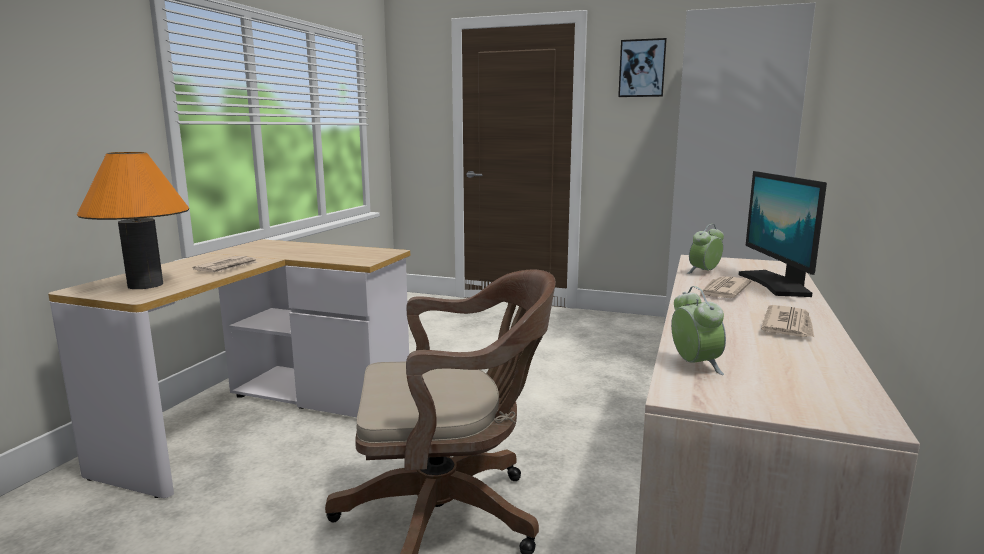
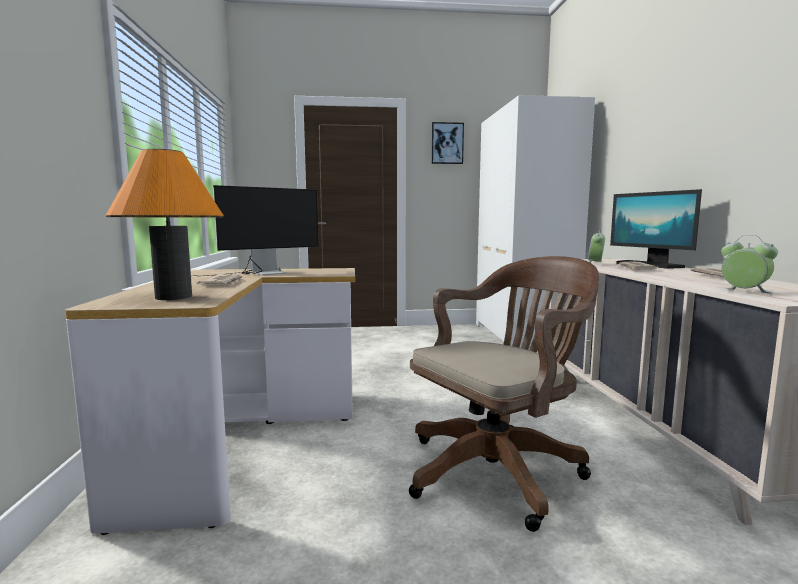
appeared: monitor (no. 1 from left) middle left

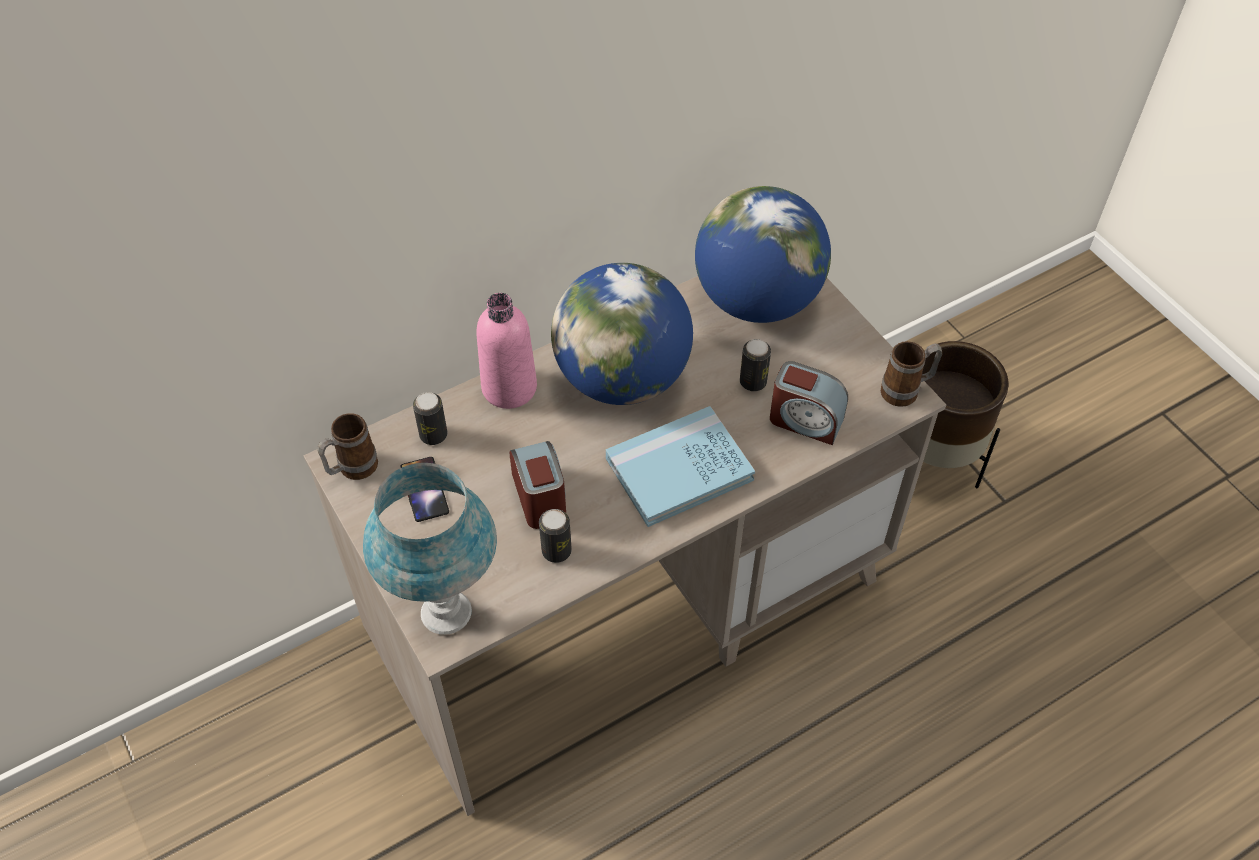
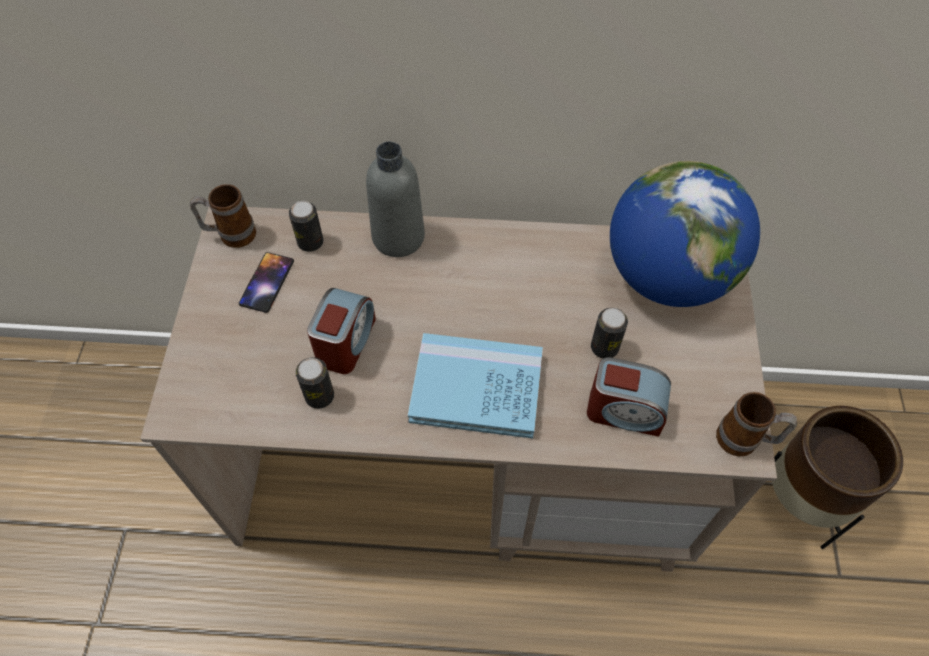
missing: bluish_lamp_for_a_table centre; world_globe (no. 1 from left) centre
colour: pink-coloured_bottle centre to grey_bottle top centre
spun: table_clock (no. 2 from left) centre = middle right 45 degrees counterclockwise

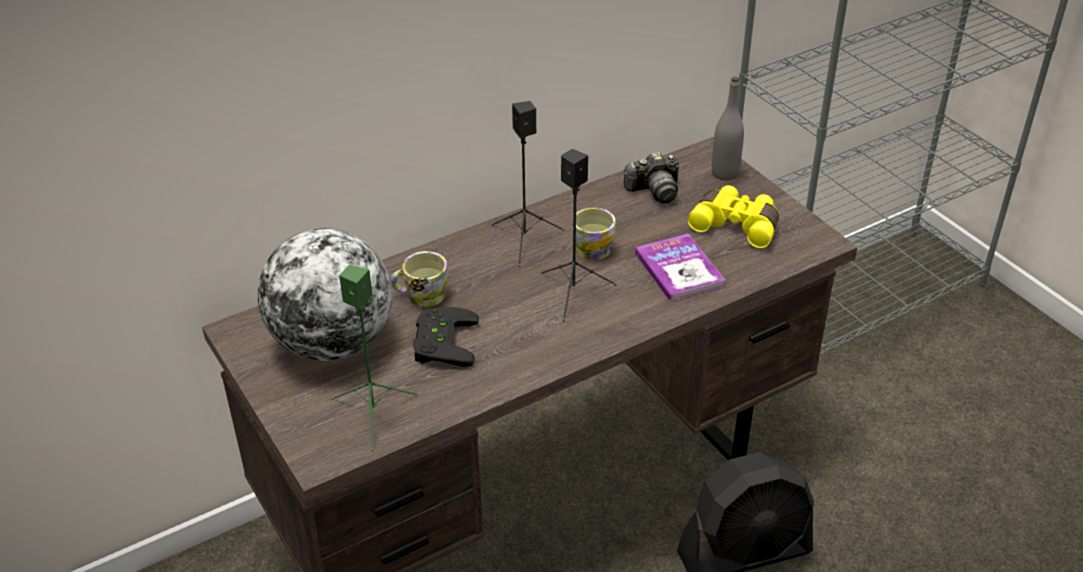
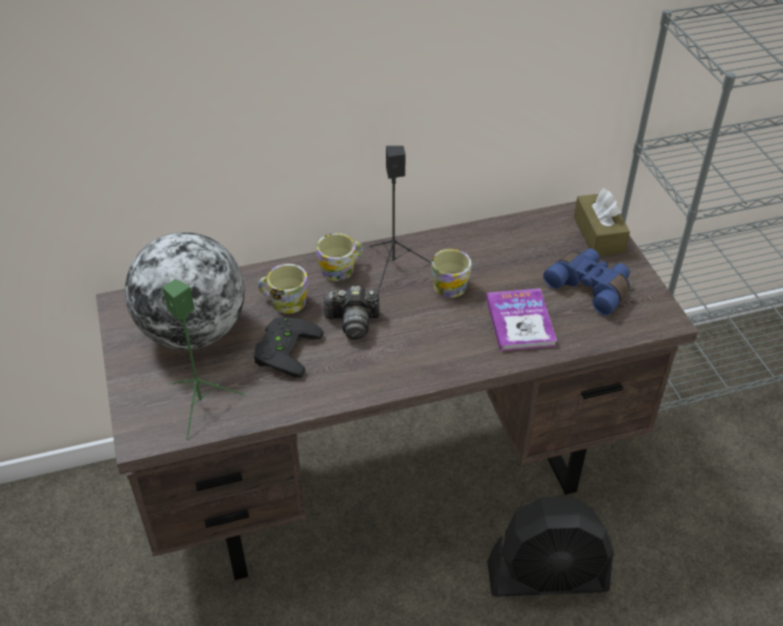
missing: black-coloured_speaker (no. 2 from left) centre
appeared: tea_mug (no. 2 from left) centre
relocated: photo_camera top centre to centre
exchanged: grey_bottle top right to brown-coloured_tissue_holder middle right
colour: yellow-coloured_pair_of_binoculars middle right to bluish_pair_of_binoculars middle right

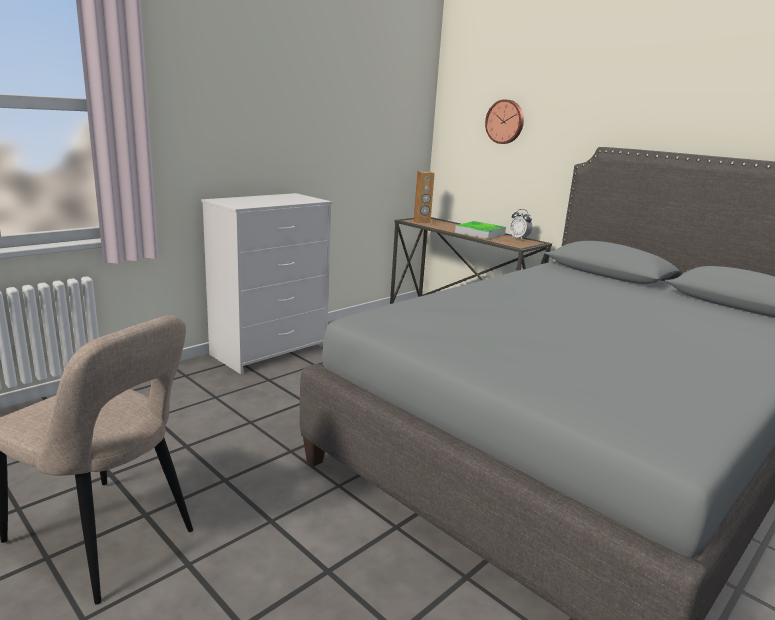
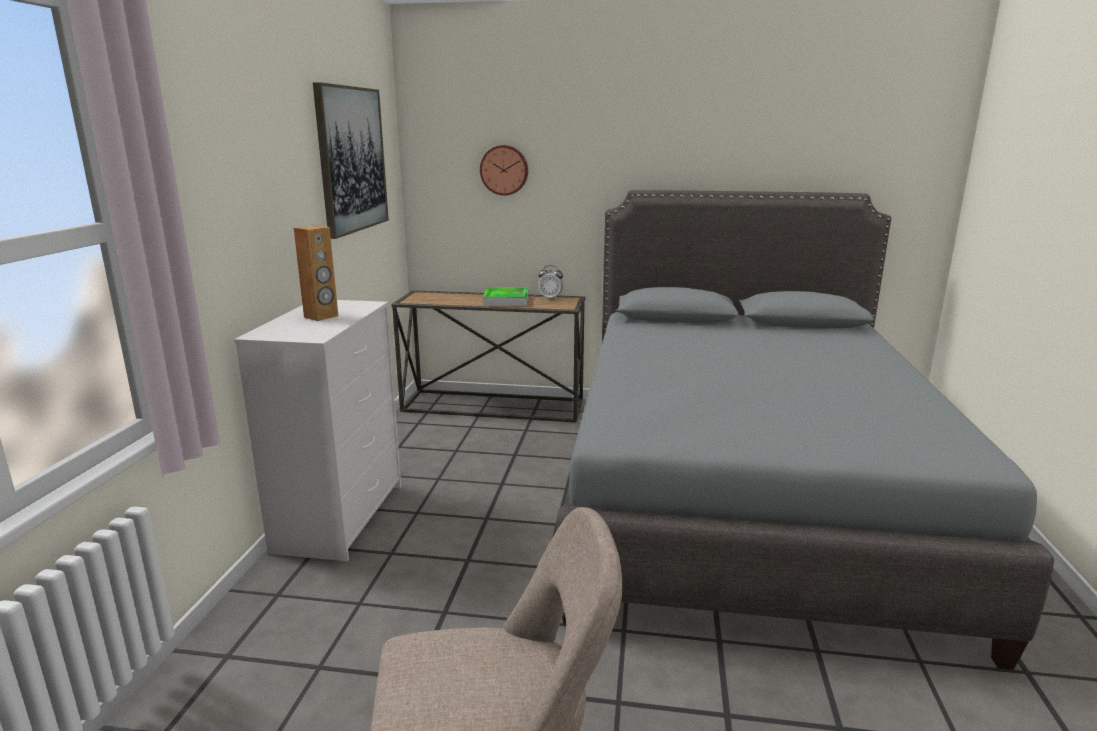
appeared: wall_picture top left
relocated: brown-coloured_speaker top centre to middle left

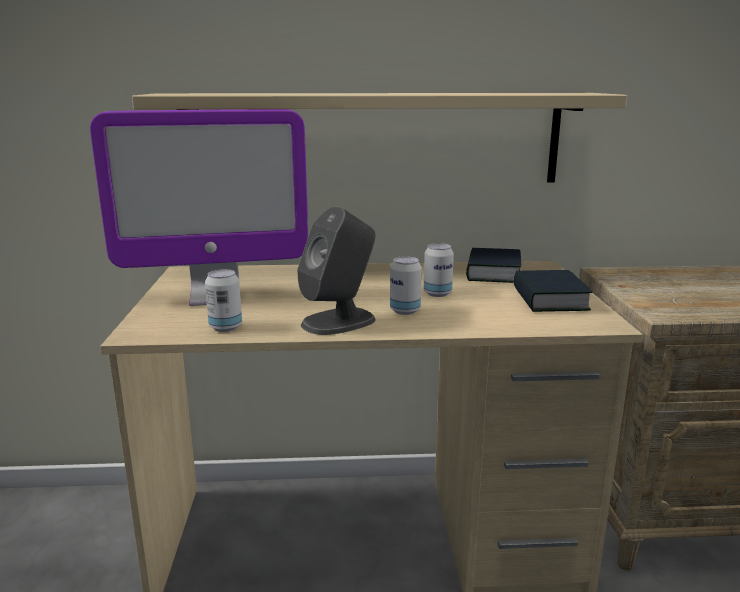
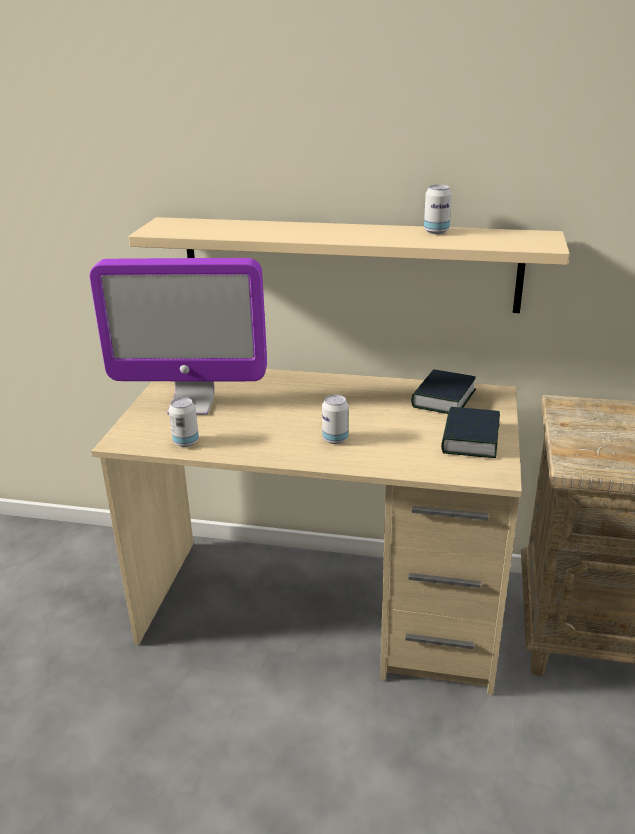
missing: grey_speaker centre
relocated: sealed_can (no. 3 from left) centre to top right

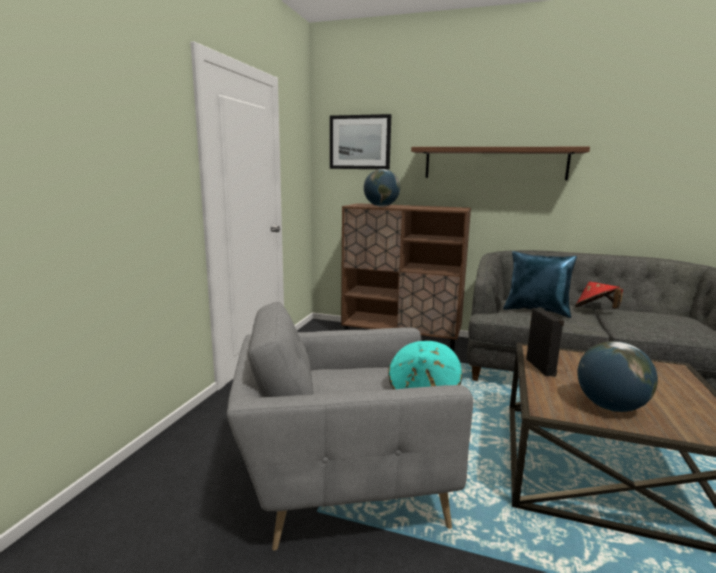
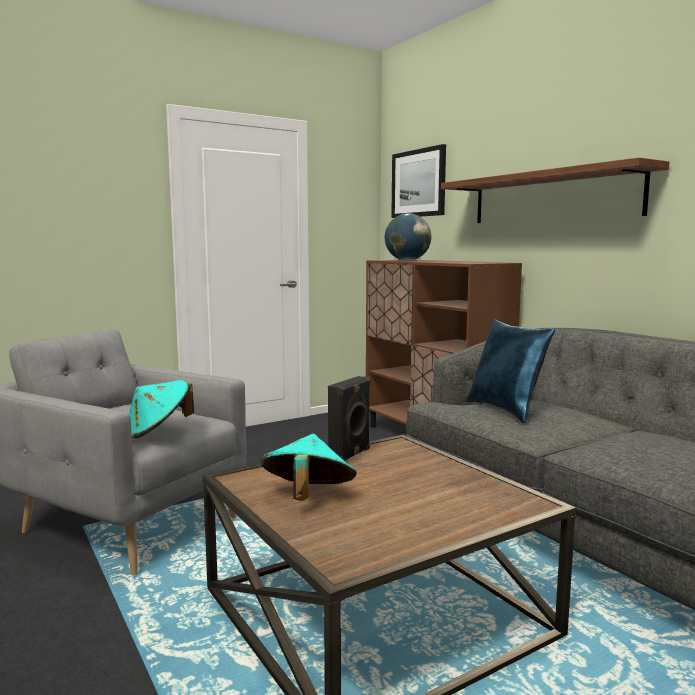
missing: red_hat middle right
exchanged: world_globe (no. 2 from left) middle right to blue-green_hat (no. 2 from left) bottom centre

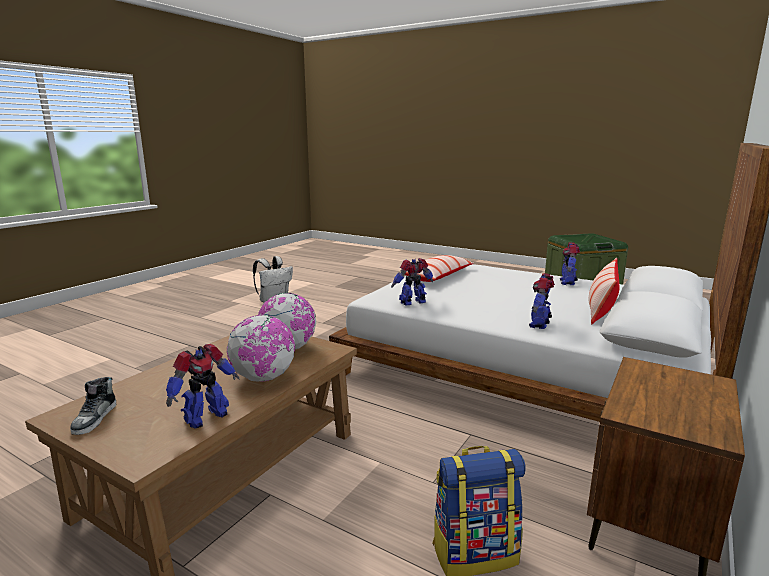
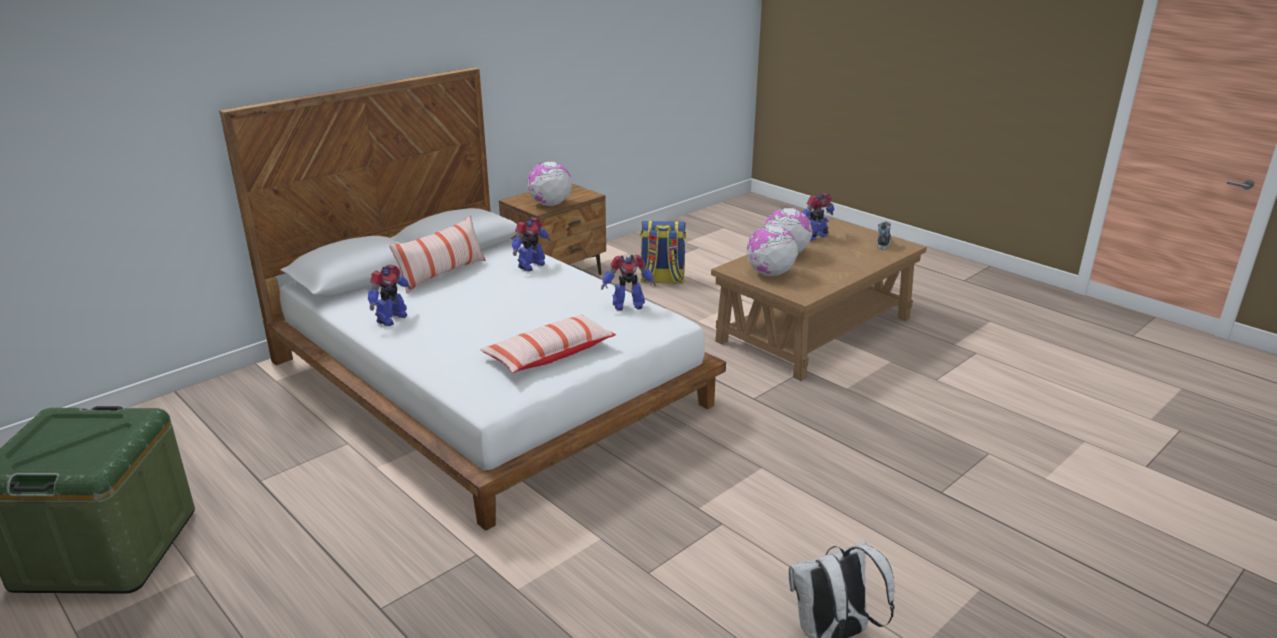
appeared: world_globe (no. 1 from left) top centre

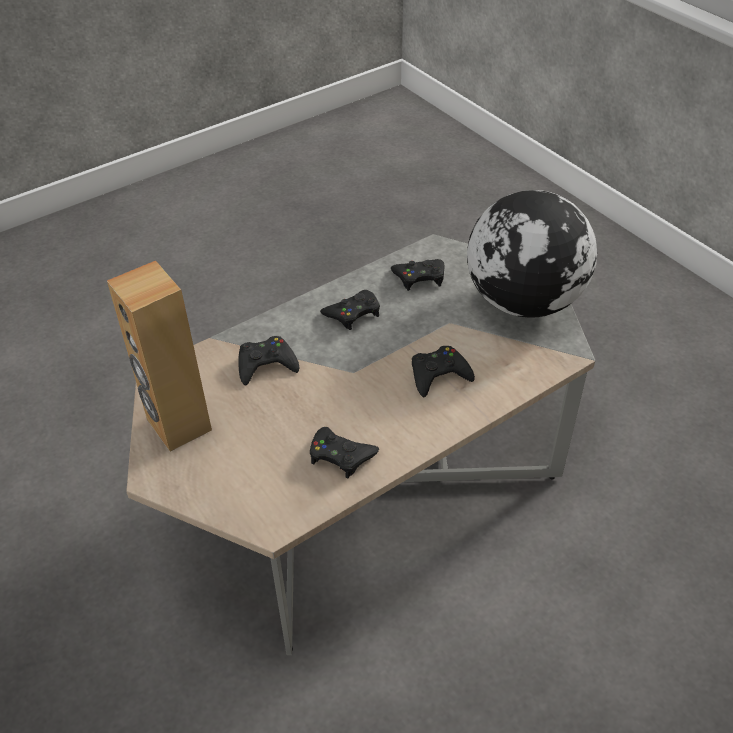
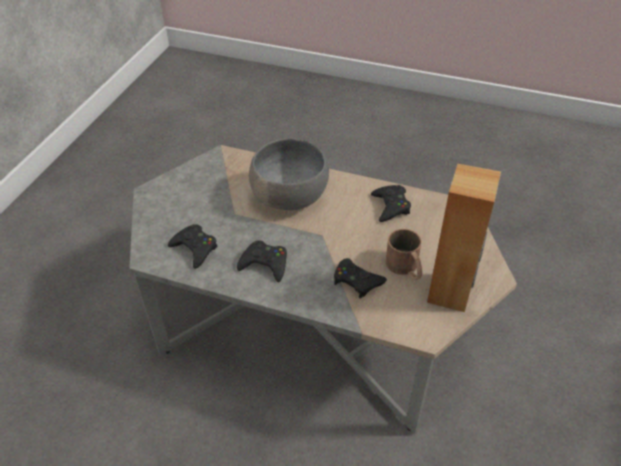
missing: world_globe middle right
appeared: brown-coloured_tea_mug centre
exchanged: black-coloured_gamepad (no. 5 from left) centre to grey_deep_dish centre

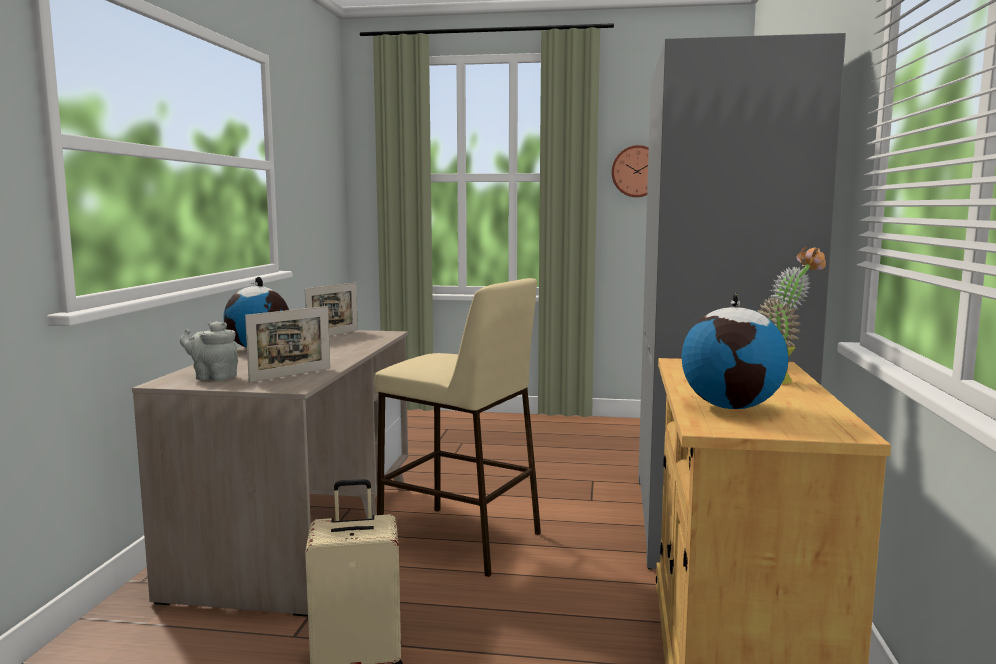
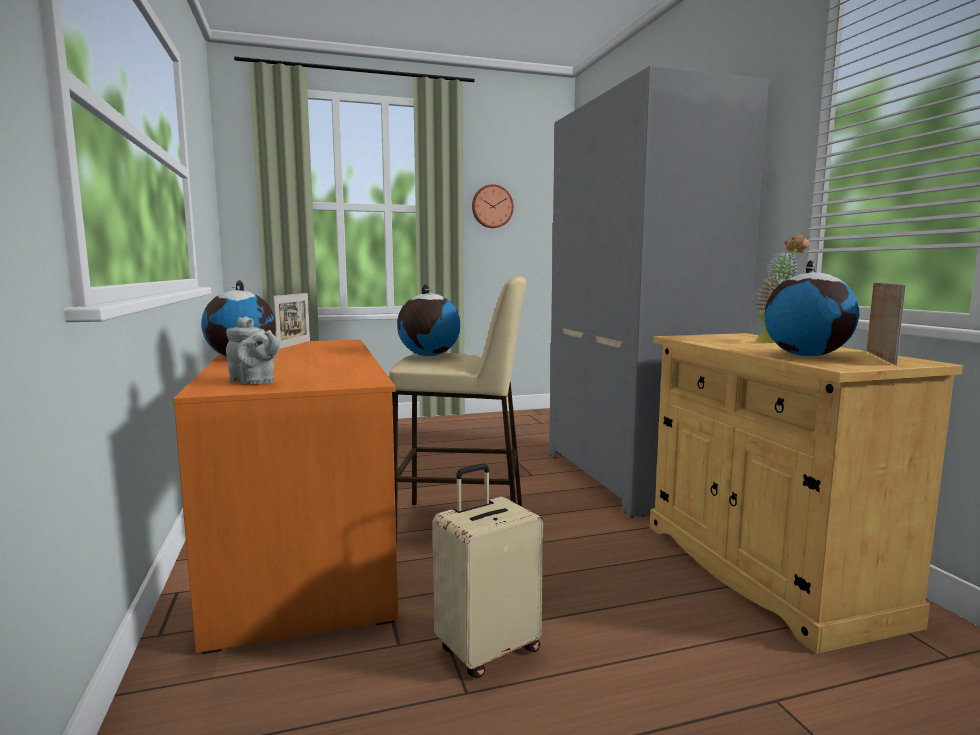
appeared: world_globe (no. 2 from left) centre
relocated: standing_frame (no. 1 from left in the first image) middle left to standing_frame (no. 2 from left) middle right
colour: beige_desk_unit bottom left to orangey_desk_unit bottom left
spun: grey_tea_pot middle left = middle left 135 degrees counterclockwise

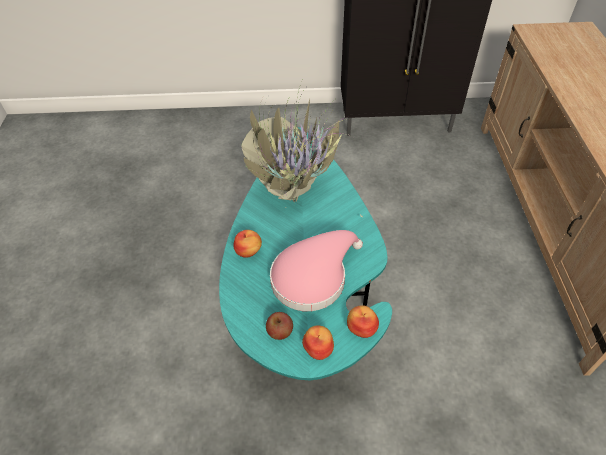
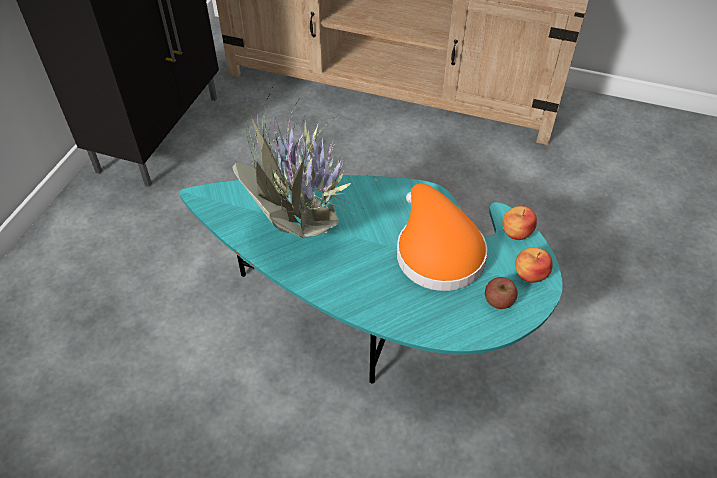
missing: apple (no. 1 from left) centre
colour: pink-coloured_hat centre to orangey_hat centre

